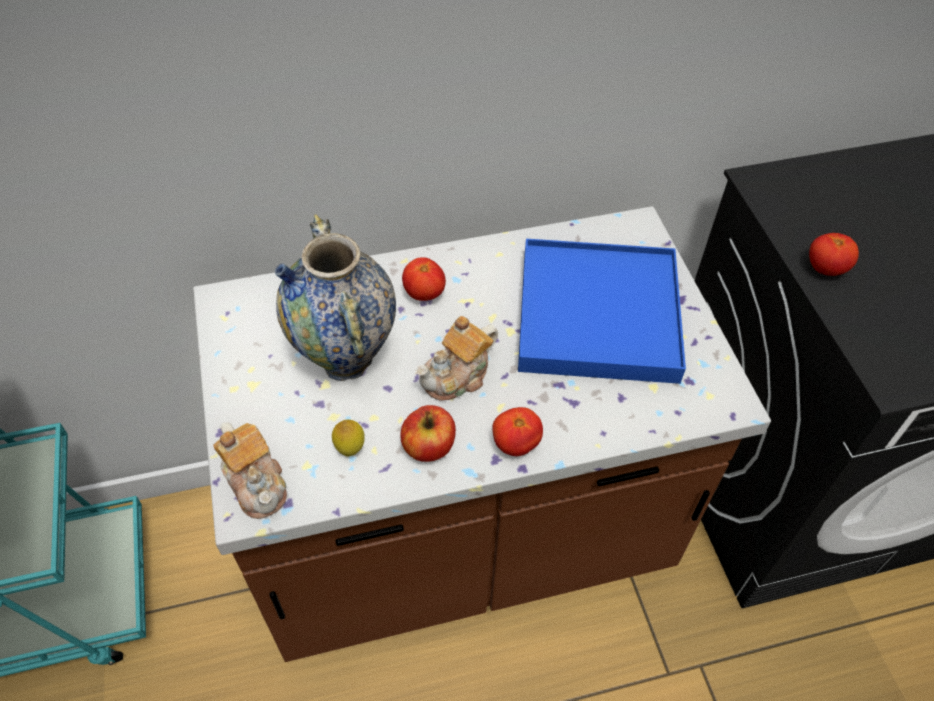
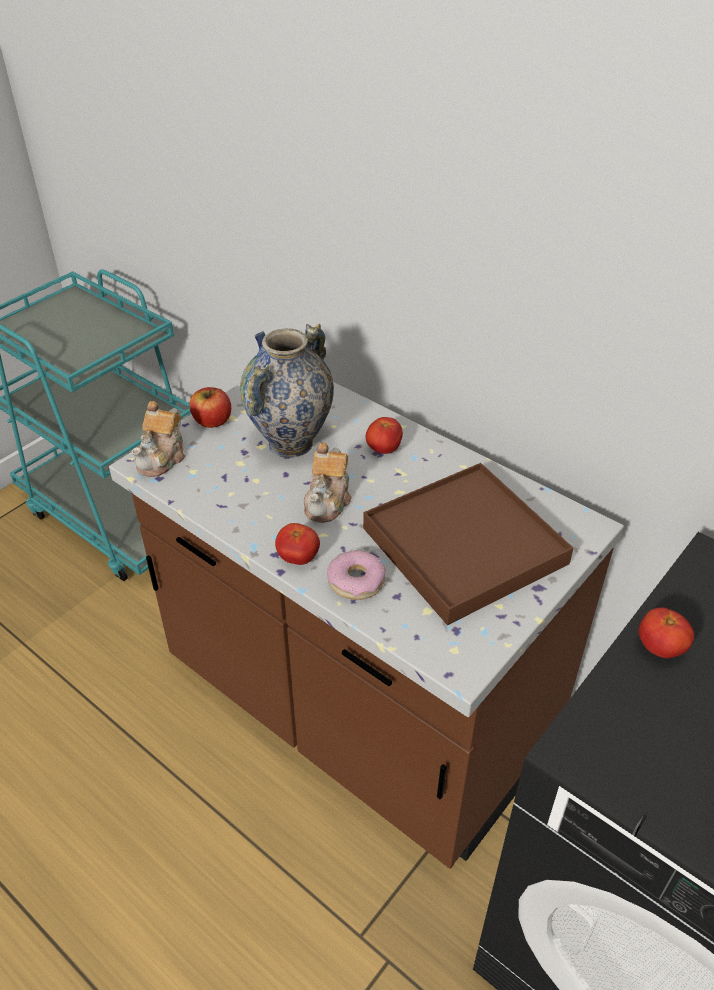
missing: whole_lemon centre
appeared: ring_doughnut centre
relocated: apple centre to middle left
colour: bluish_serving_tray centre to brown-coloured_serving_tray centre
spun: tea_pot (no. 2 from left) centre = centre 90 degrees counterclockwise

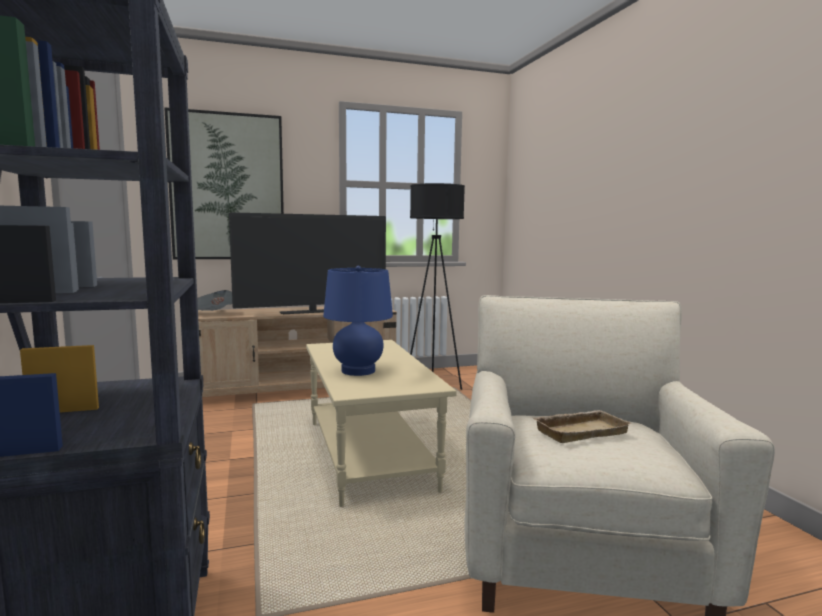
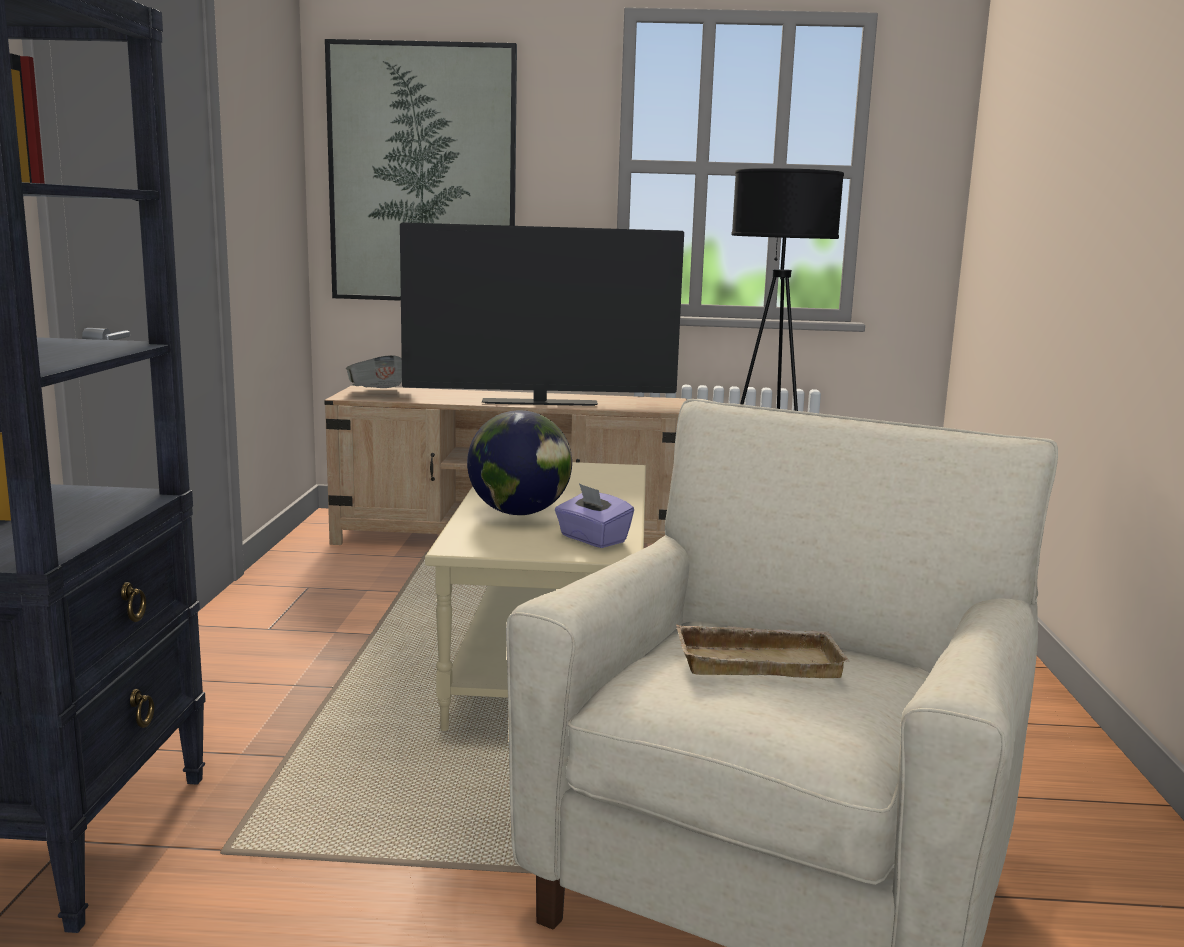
appeared: purple_tissue_holder centre
exchanged: bluish_lamp_for_a_table centre to world_globe centre

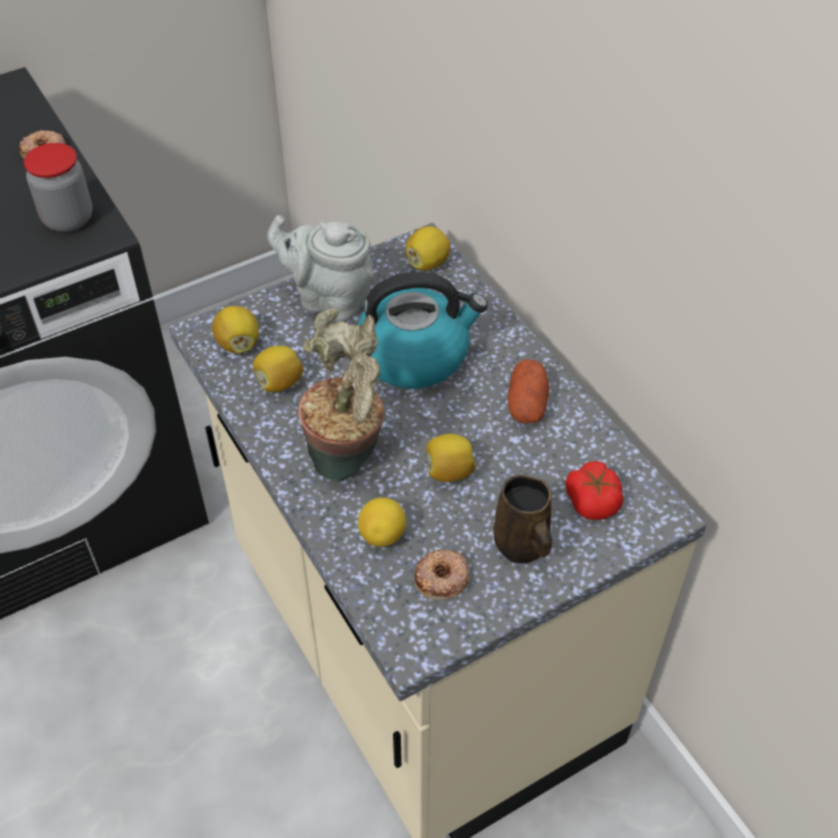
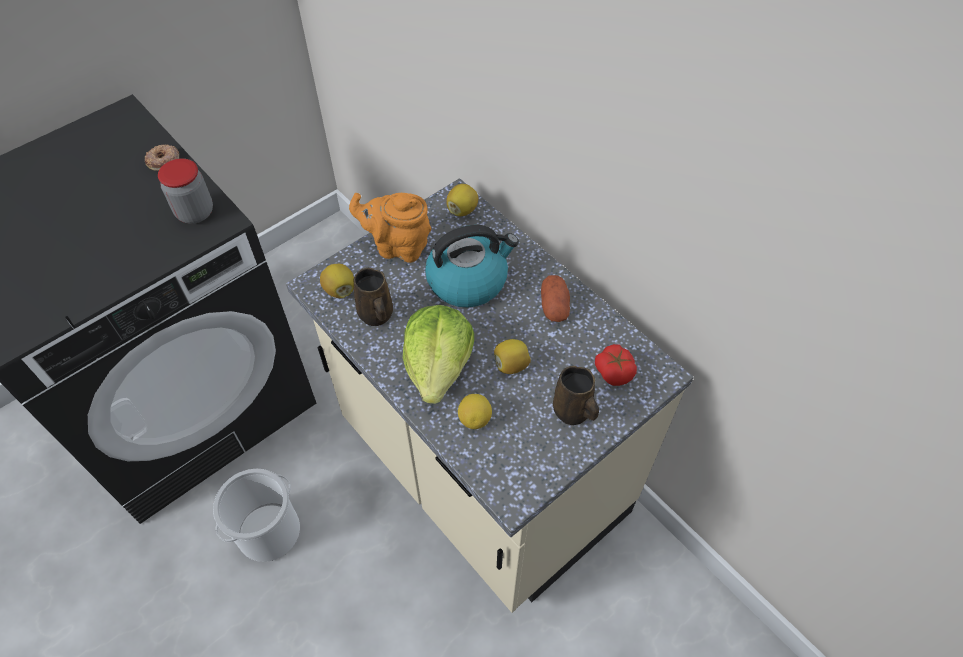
missing: ring_doughnut (no. 2 from left) bottom centre
appeared: pail bottom left
exchanged: whole_lemon (no. 2 from left) middle left to brown-coloured_tea_mug (no. 1 from left) centre; plant_in_a_pot centre to lettuce centre
colour: grey_tea_pot top centre to orangey_tea_pot centre

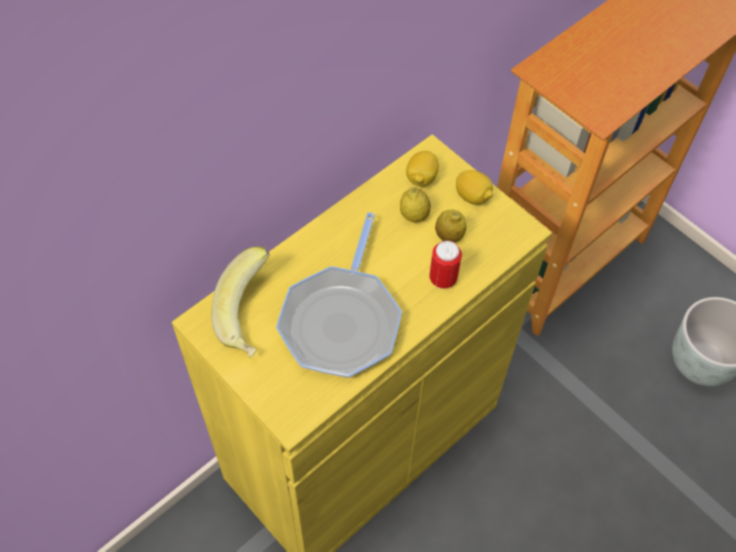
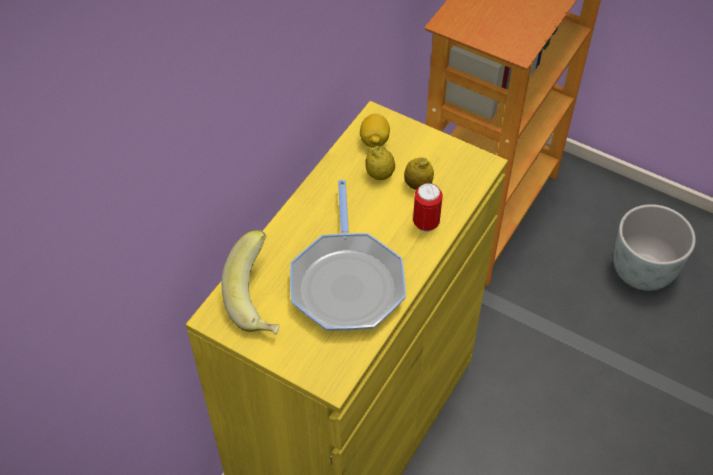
missing: whole_lemon (no. 4 from left) centre

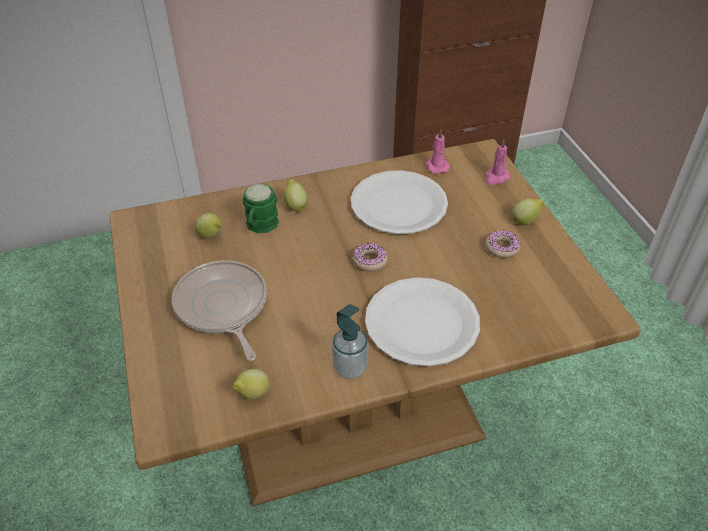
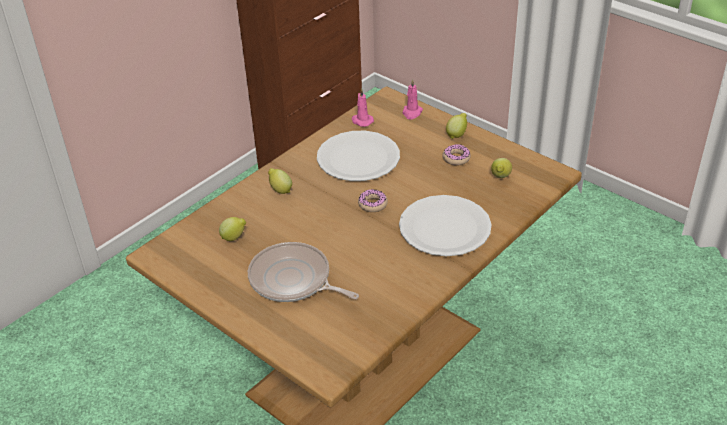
missing: green_tea_mug centre; liquid_soap_bottle centre
relocated: whole_lemon (no. 2 from left in the first image) bottom centre to whole_lemon (no. 4 from left) middle right

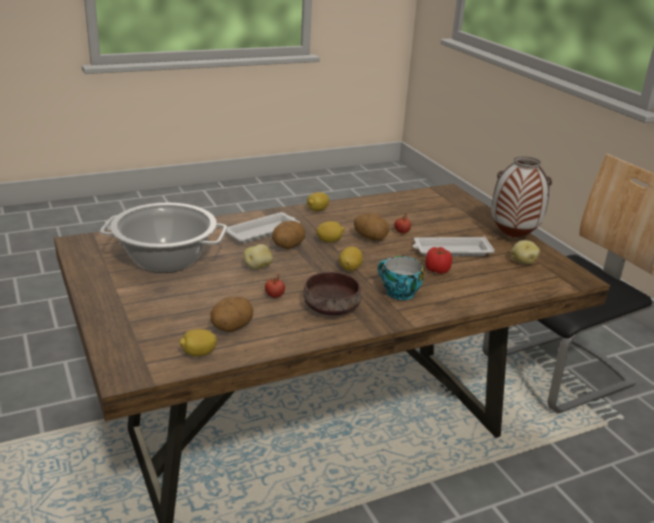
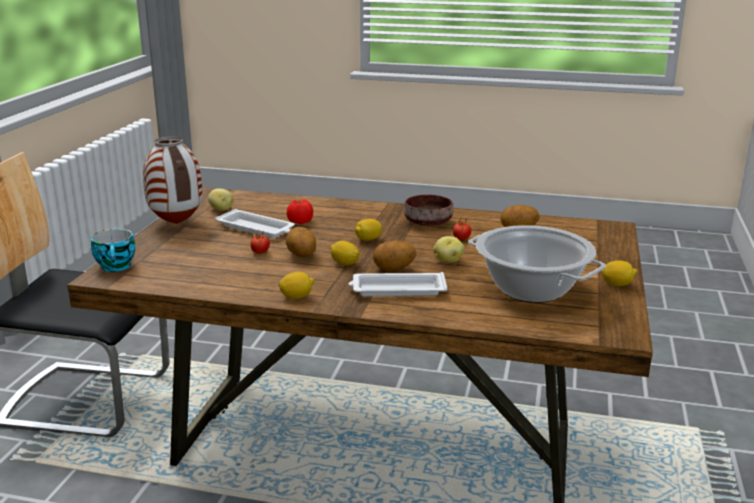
relocated: whole_lemon (no. 1 from left in the first image) middle left to whole_lemon (no. 4 from left) middle right; small_cup centre to middle left

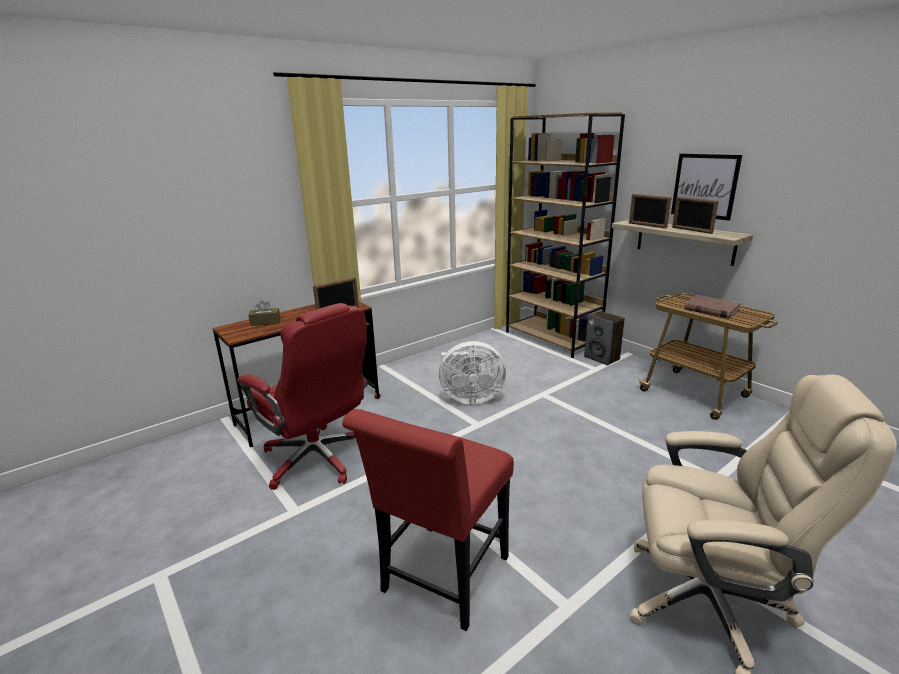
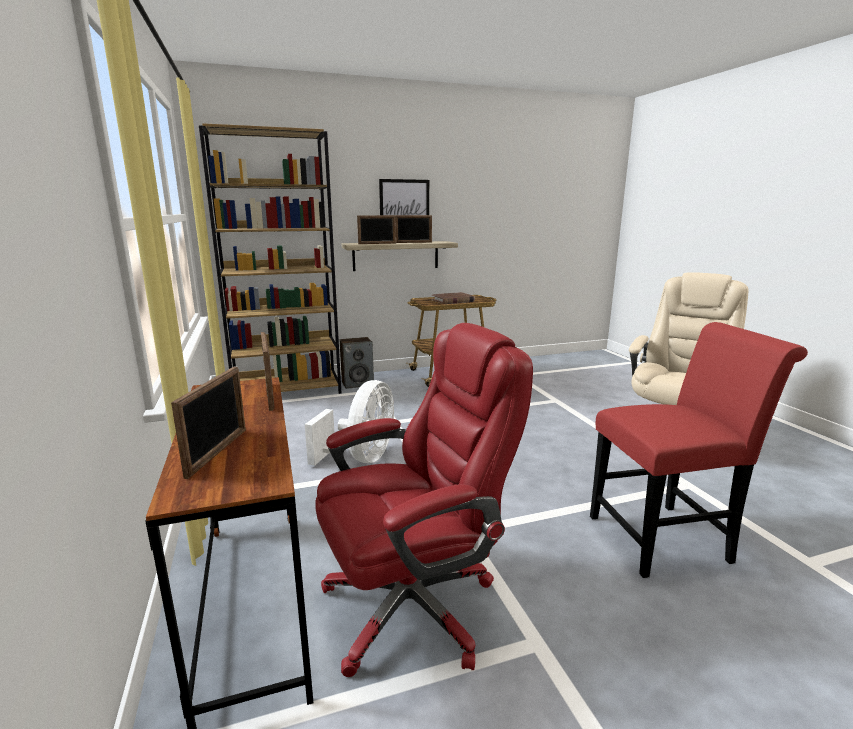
exchanged: brown-coloured_tissue_holder middle left to standing_frame (no. 1 from left) middle left
spun: red_upright_chair bottom centre = middle right 60 degrees counterclockwise

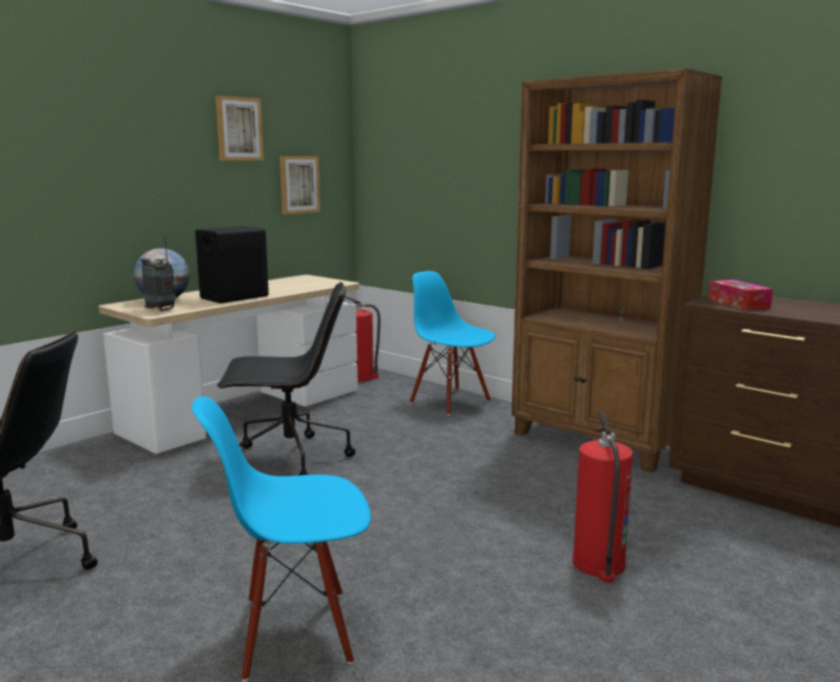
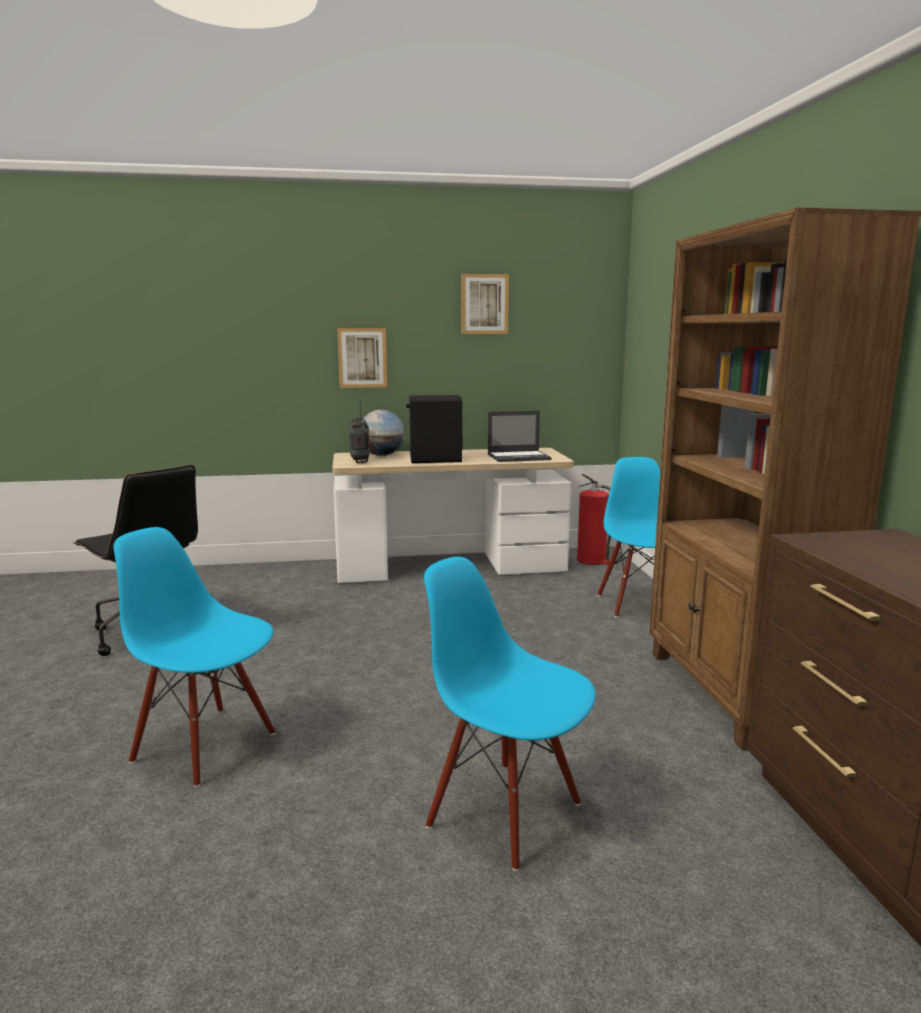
missing: black-coloured_office_chair (no. 2 from left) centre; tissue_holder middle right
appeared: notebook_computer centre
relocated: wall_picture (no. 2 from left in the first image) top centre to wall_picture (no. 1 from left) centre
exchanged: extinguisher (no. 2 from left) bottom right to bluish_upright_chair (no. 2 from left) bottom centre

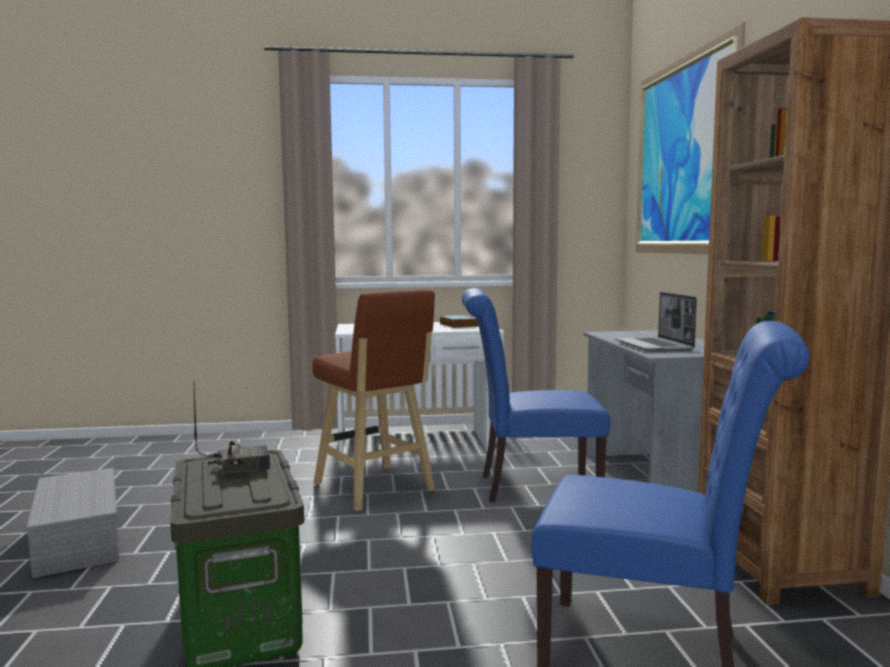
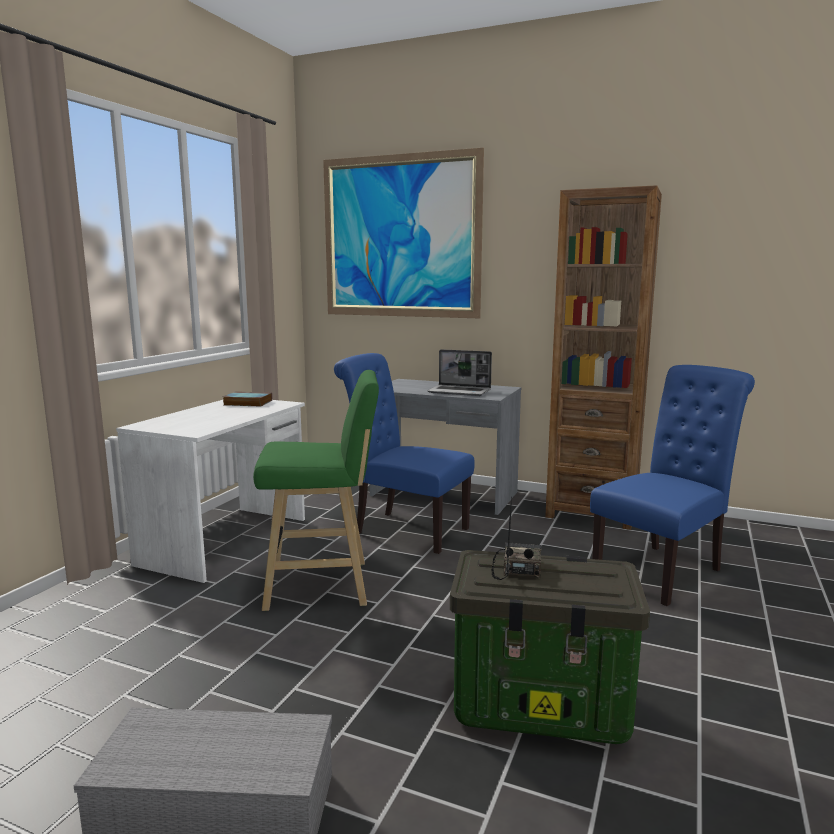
colour: brown-coloured_sitting_stool centre to green_sitting_stool centre
spun: bluish_upright_chair (no. 1 from left) centre = centre 90 degrees clockwise

